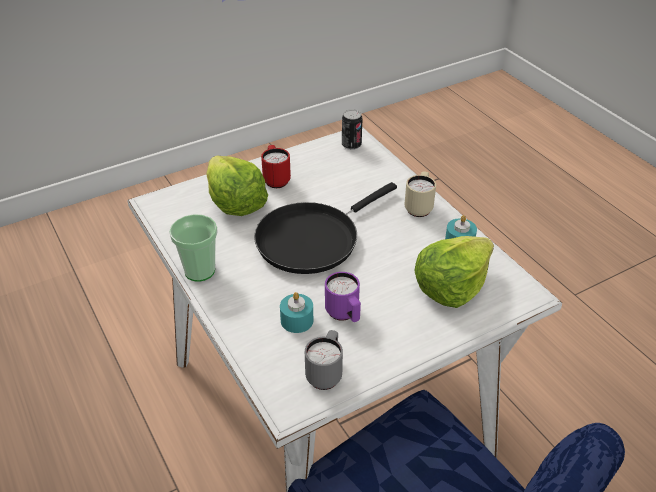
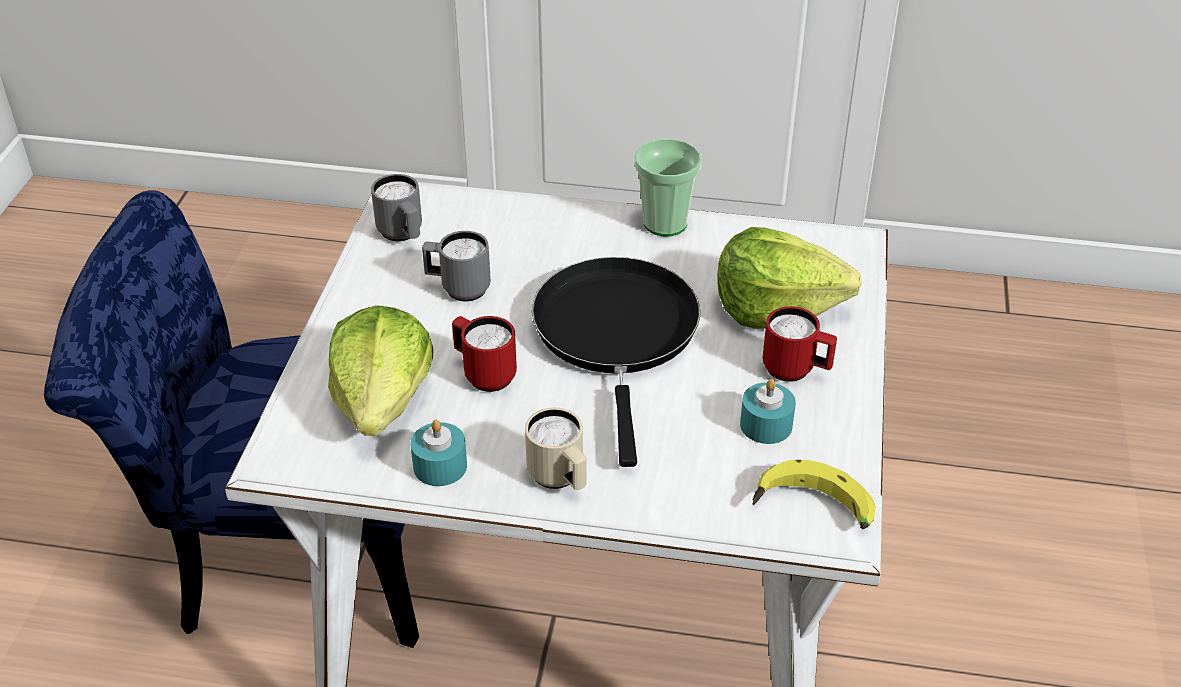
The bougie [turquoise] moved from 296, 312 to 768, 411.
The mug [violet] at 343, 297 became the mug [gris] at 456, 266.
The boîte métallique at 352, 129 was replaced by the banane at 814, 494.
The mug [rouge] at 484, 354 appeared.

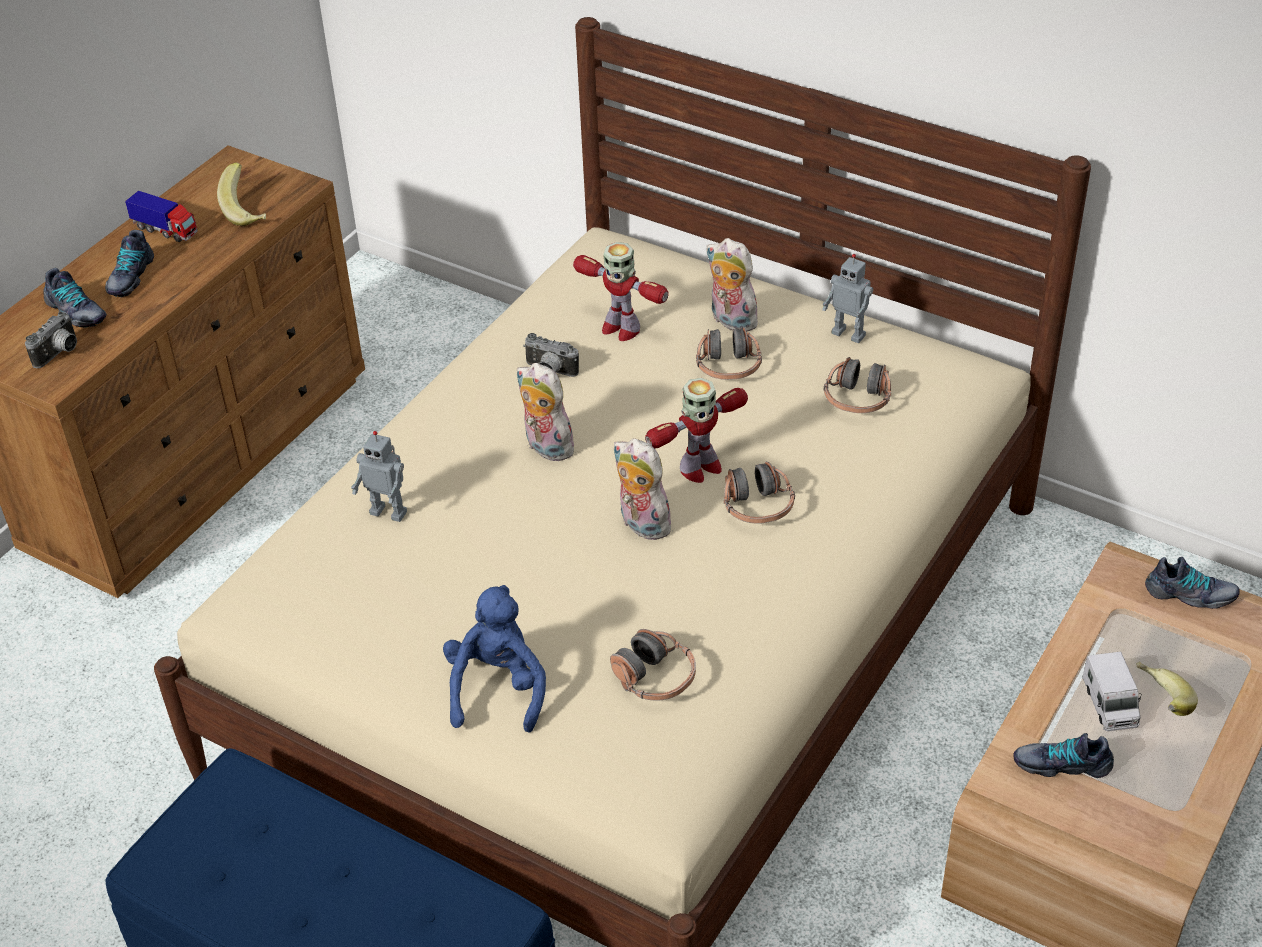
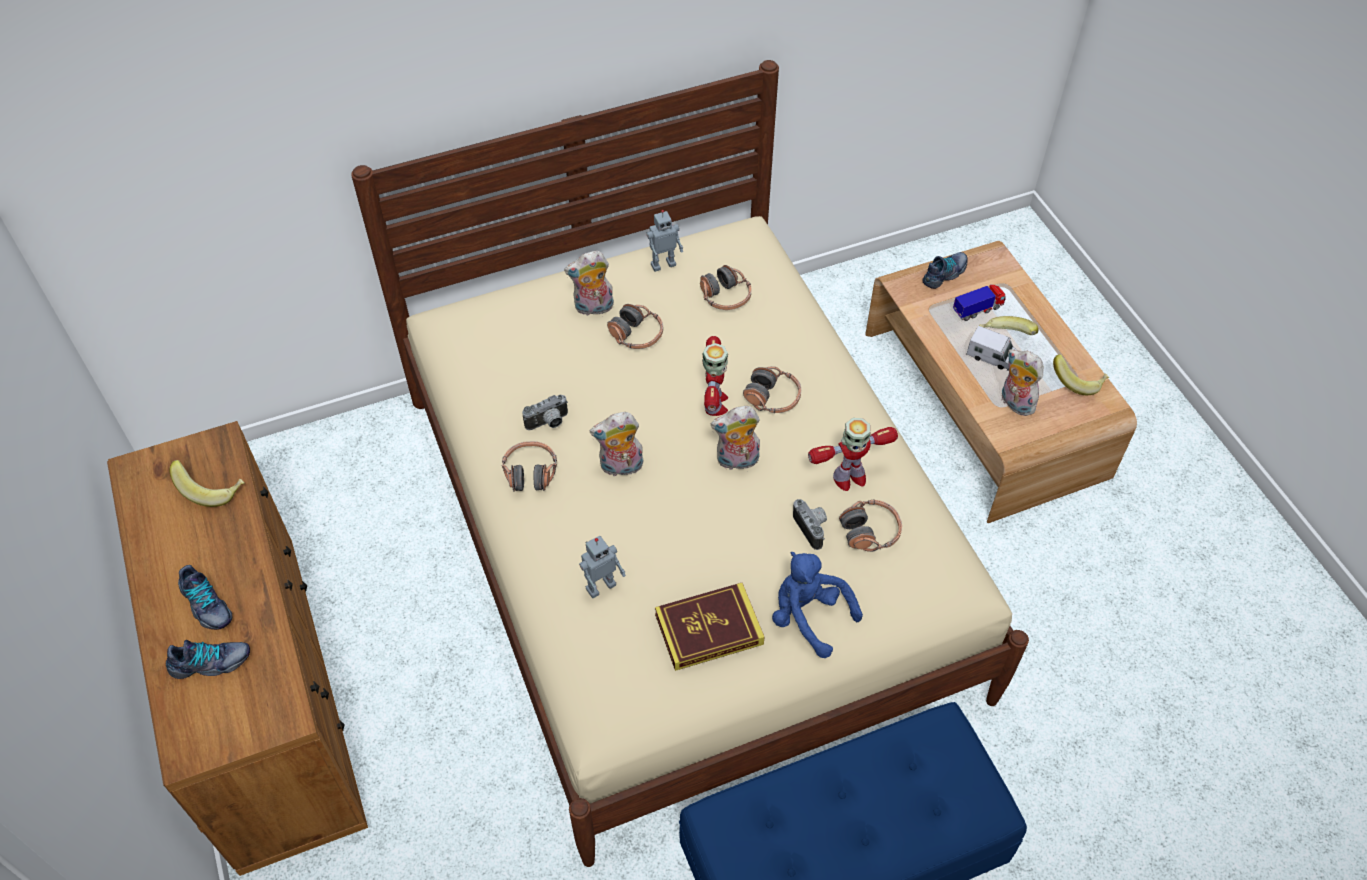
The appareil photo moved from 51, 340 to 810, 524.
The camion jouet moved from 161, 216 to 979, 303.
The robot jouet moved from 621, 291 to 853, 454.
The chaussure at 1063, 755 was replaced by the peluche at 1022, 382.
The casque audio at 529, 466 appeared.
The livre at 709, 627 appeared.
The banane at 1081, 374 appeared.

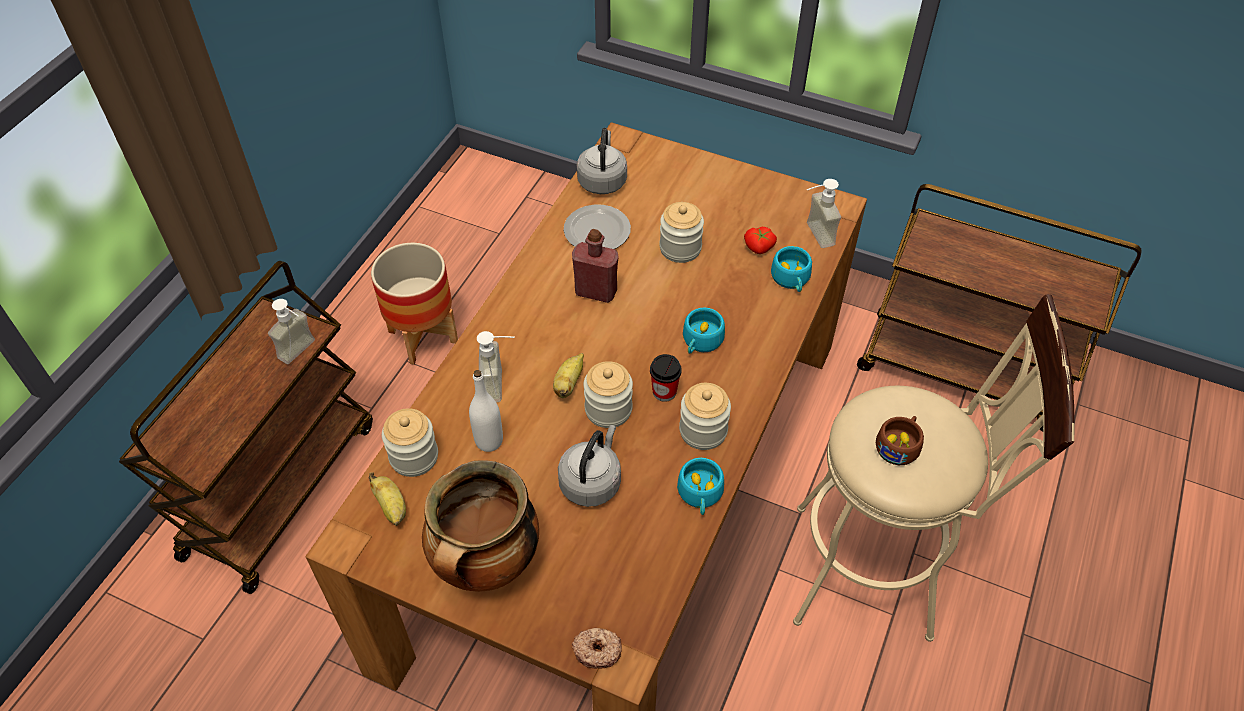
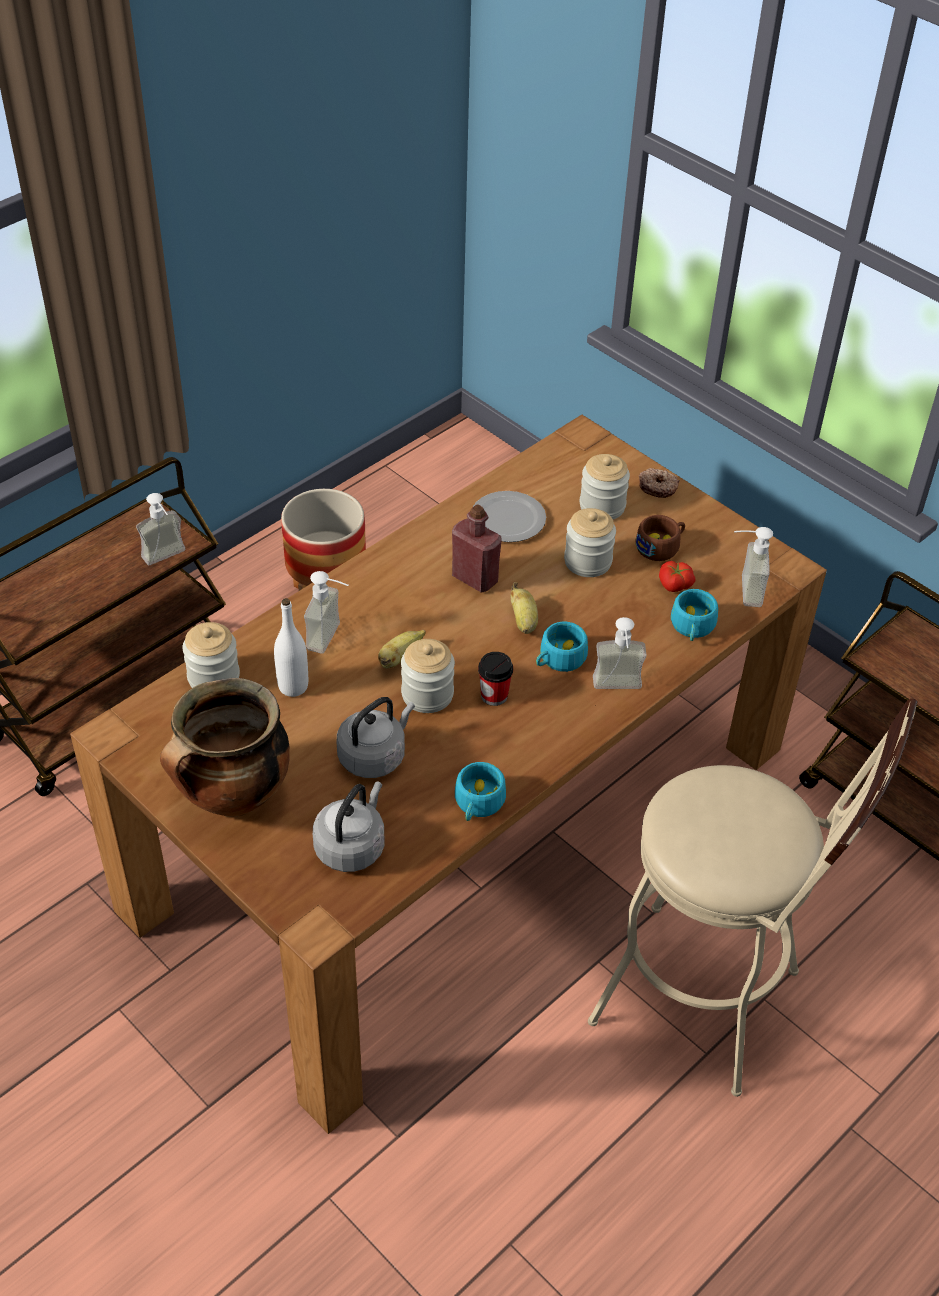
The banane moved from 387, 499 to 524, 608.
The beignet moved from 597, 648 to 658, 483.
The bouilloire [gris] moved from 602, 161 to 348, 827.
The bocal moved from 705, 416 to 605, 486.
The tasse [marron] moved from 900, 440 to 660, 538.
The distributeur de savon at 620, 653 appeared.

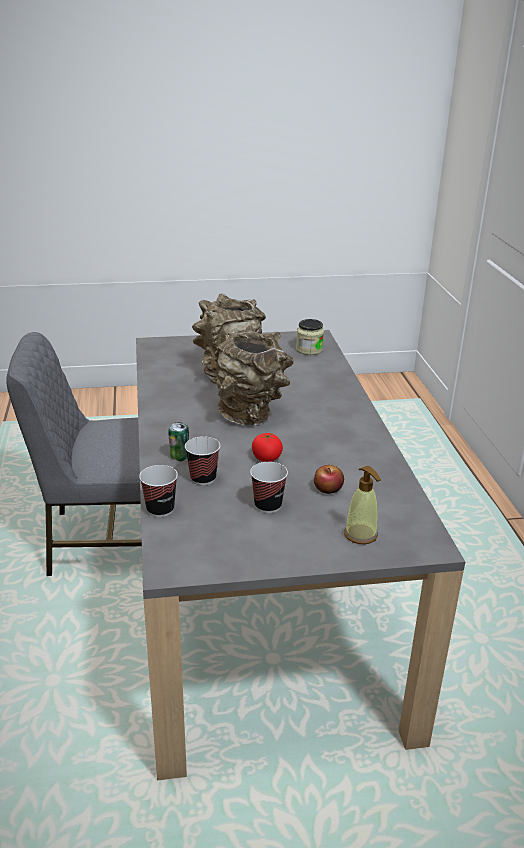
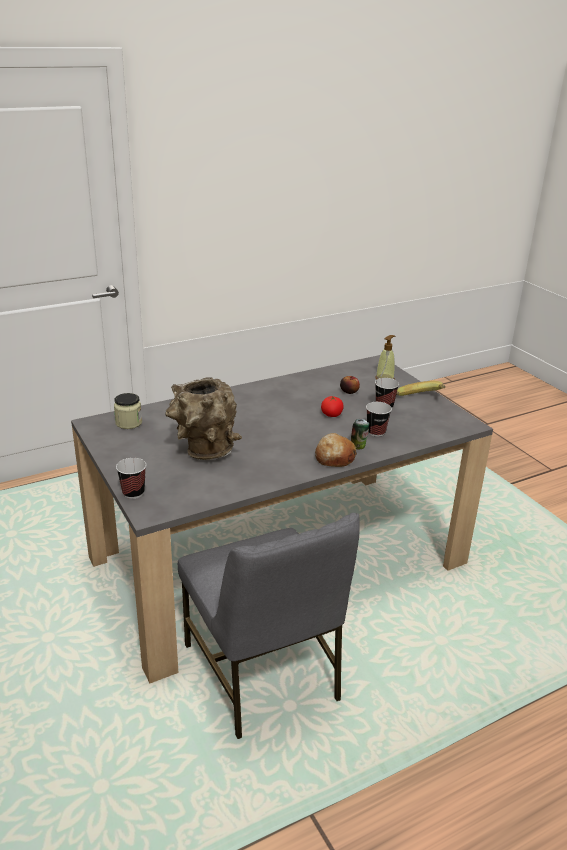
The tasse moved from 158, 491 to 131, 478.
The vase [marron] at 252, 375 disappeared.
The pain at 336, 450 appeared.
The banane at 421, 388 appeared.

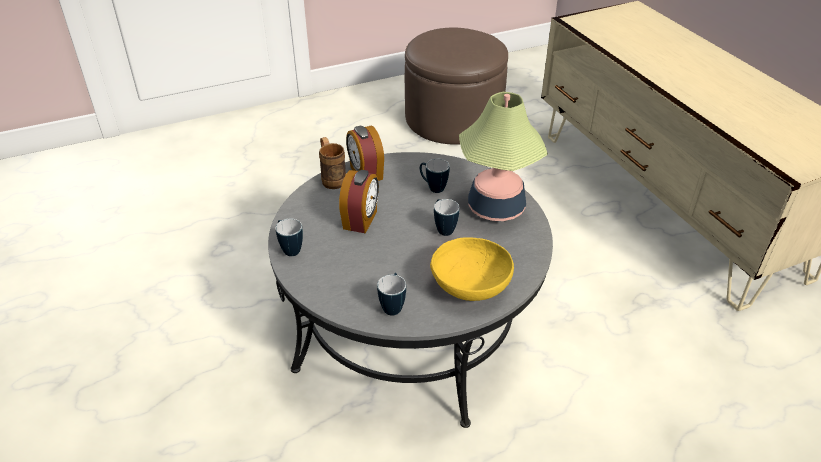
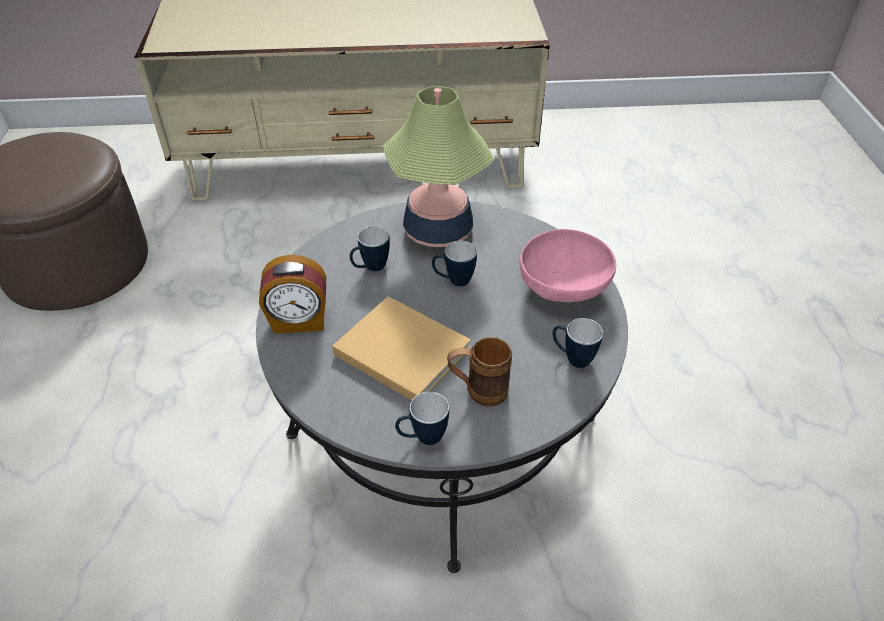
The mug [marron] moved from 332, 163 to 479, 372.
The réveil at 359, 202 was replaced by the livre [beige] at 401, 348.
The bol [jaune] at 472, 269 became the bol [rose] at 568, 265.

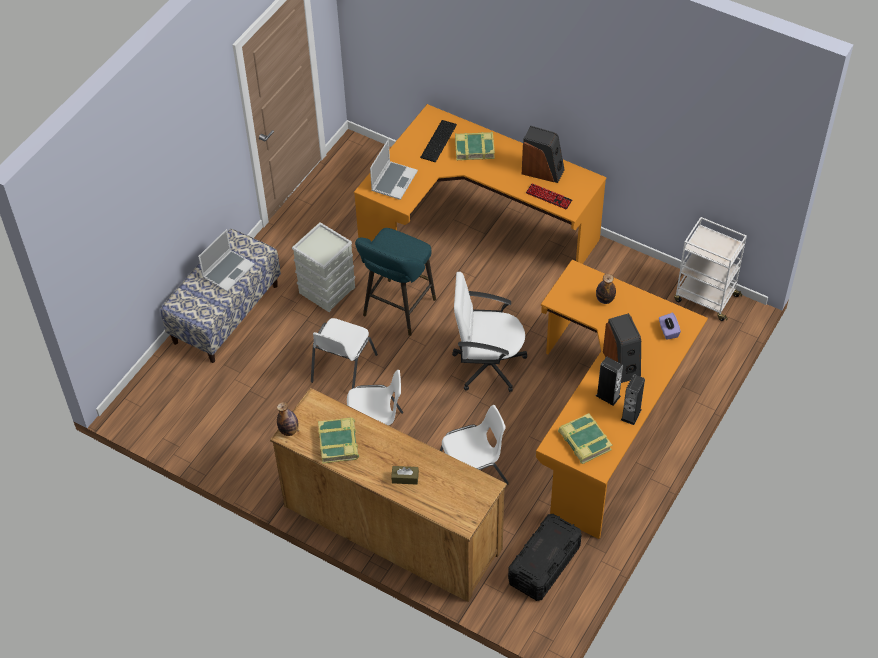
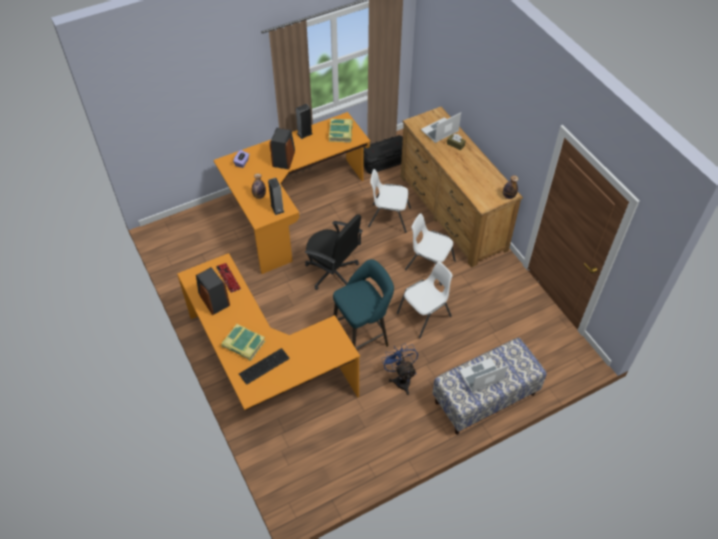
The boîte de rangement [gris] at 323, 267 was replaced by the ventilateur [bleu] at 400, 369.
The livre at 338, 440 disappeared.
The ordinateur portable moved from 394, 169 to 441, 127.
The chaise de bureau [blanc] at 489, 332 became the chaise de bureau [noir] at 333, 252.
The enceinte moved from 609, 381 to 276, 196.
The chariot [blanc] at 710, 269 disappeared.

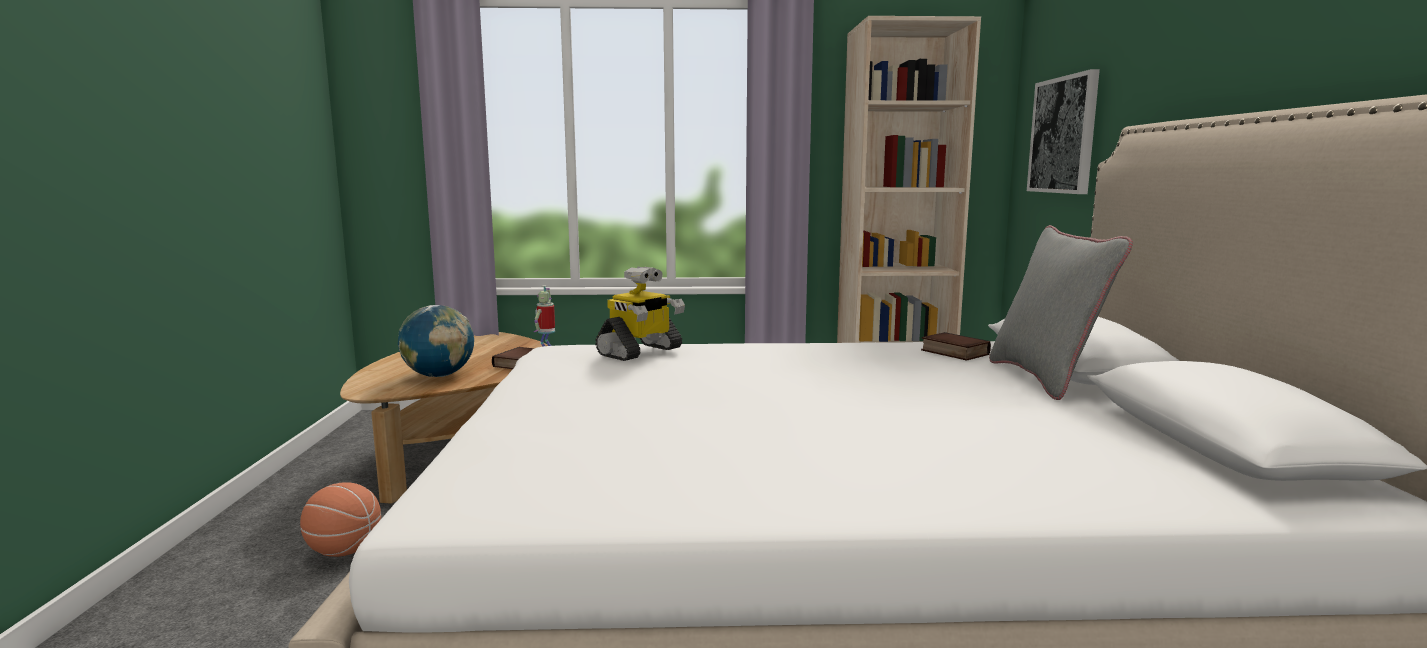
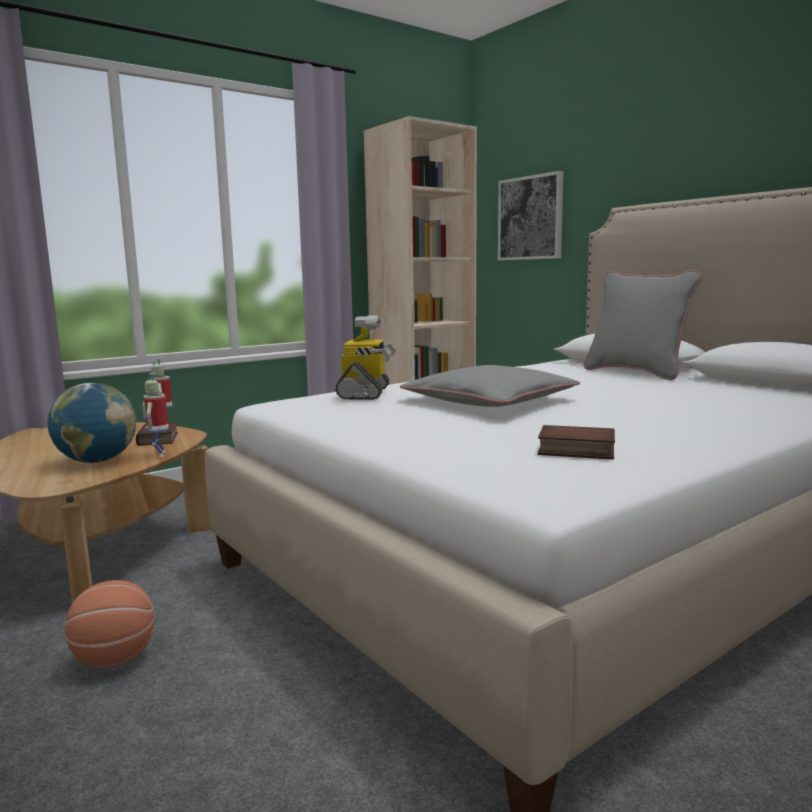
The livre moved from 956, 346 to 576, 442.
The robot jouet at 155, 415 appeared.
The coussin [gris] at 490, 386 appeared.

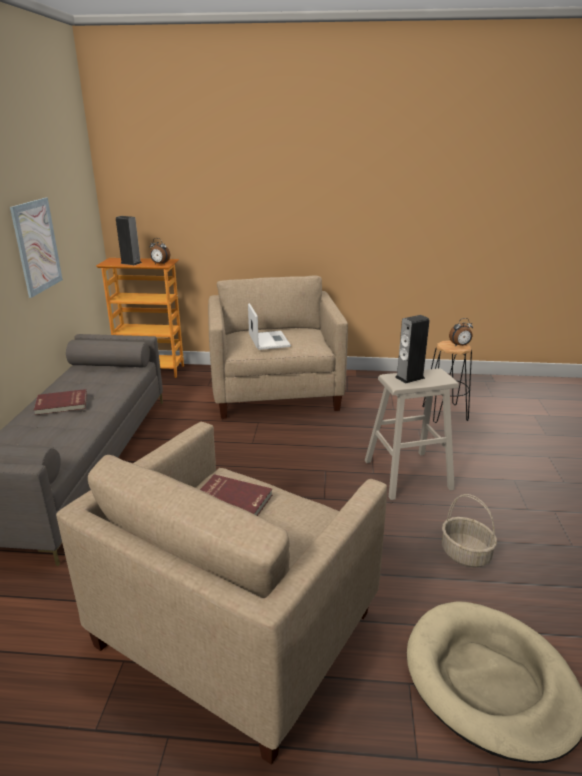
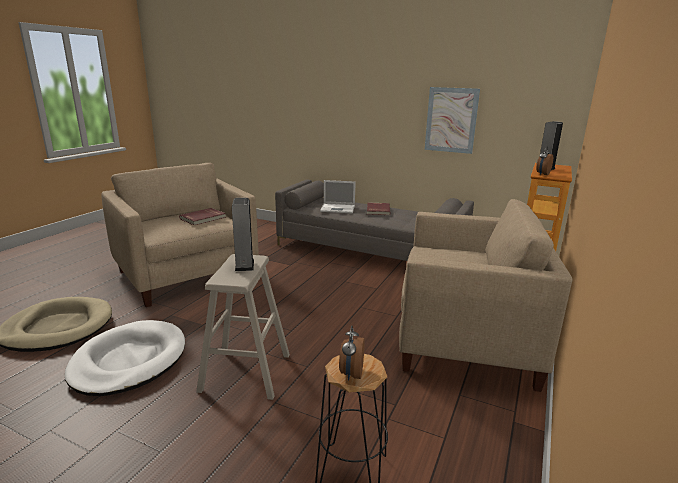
The ordinateur portable moved from 269, 326 to 338, 196.
The panier at 469, 531 was replaced by the panier pour chien [blanc] at 125, 358.

